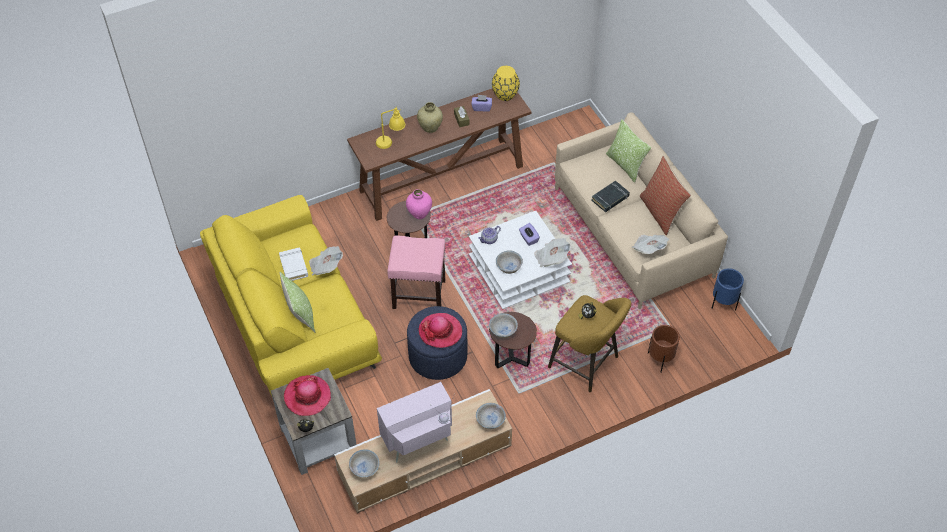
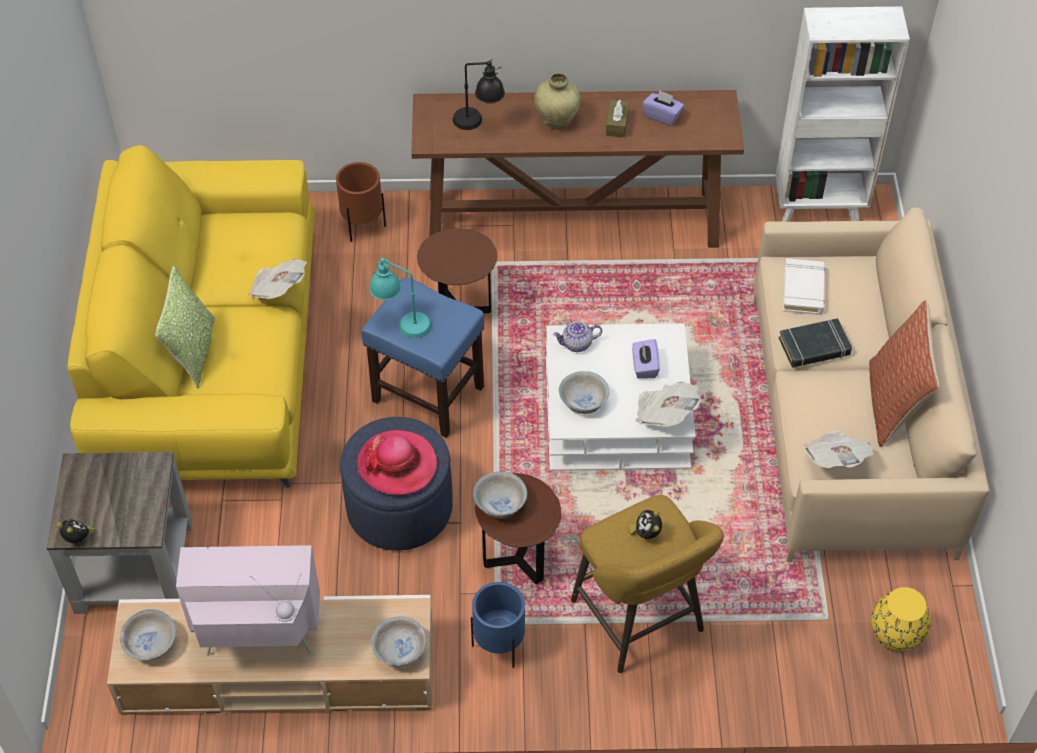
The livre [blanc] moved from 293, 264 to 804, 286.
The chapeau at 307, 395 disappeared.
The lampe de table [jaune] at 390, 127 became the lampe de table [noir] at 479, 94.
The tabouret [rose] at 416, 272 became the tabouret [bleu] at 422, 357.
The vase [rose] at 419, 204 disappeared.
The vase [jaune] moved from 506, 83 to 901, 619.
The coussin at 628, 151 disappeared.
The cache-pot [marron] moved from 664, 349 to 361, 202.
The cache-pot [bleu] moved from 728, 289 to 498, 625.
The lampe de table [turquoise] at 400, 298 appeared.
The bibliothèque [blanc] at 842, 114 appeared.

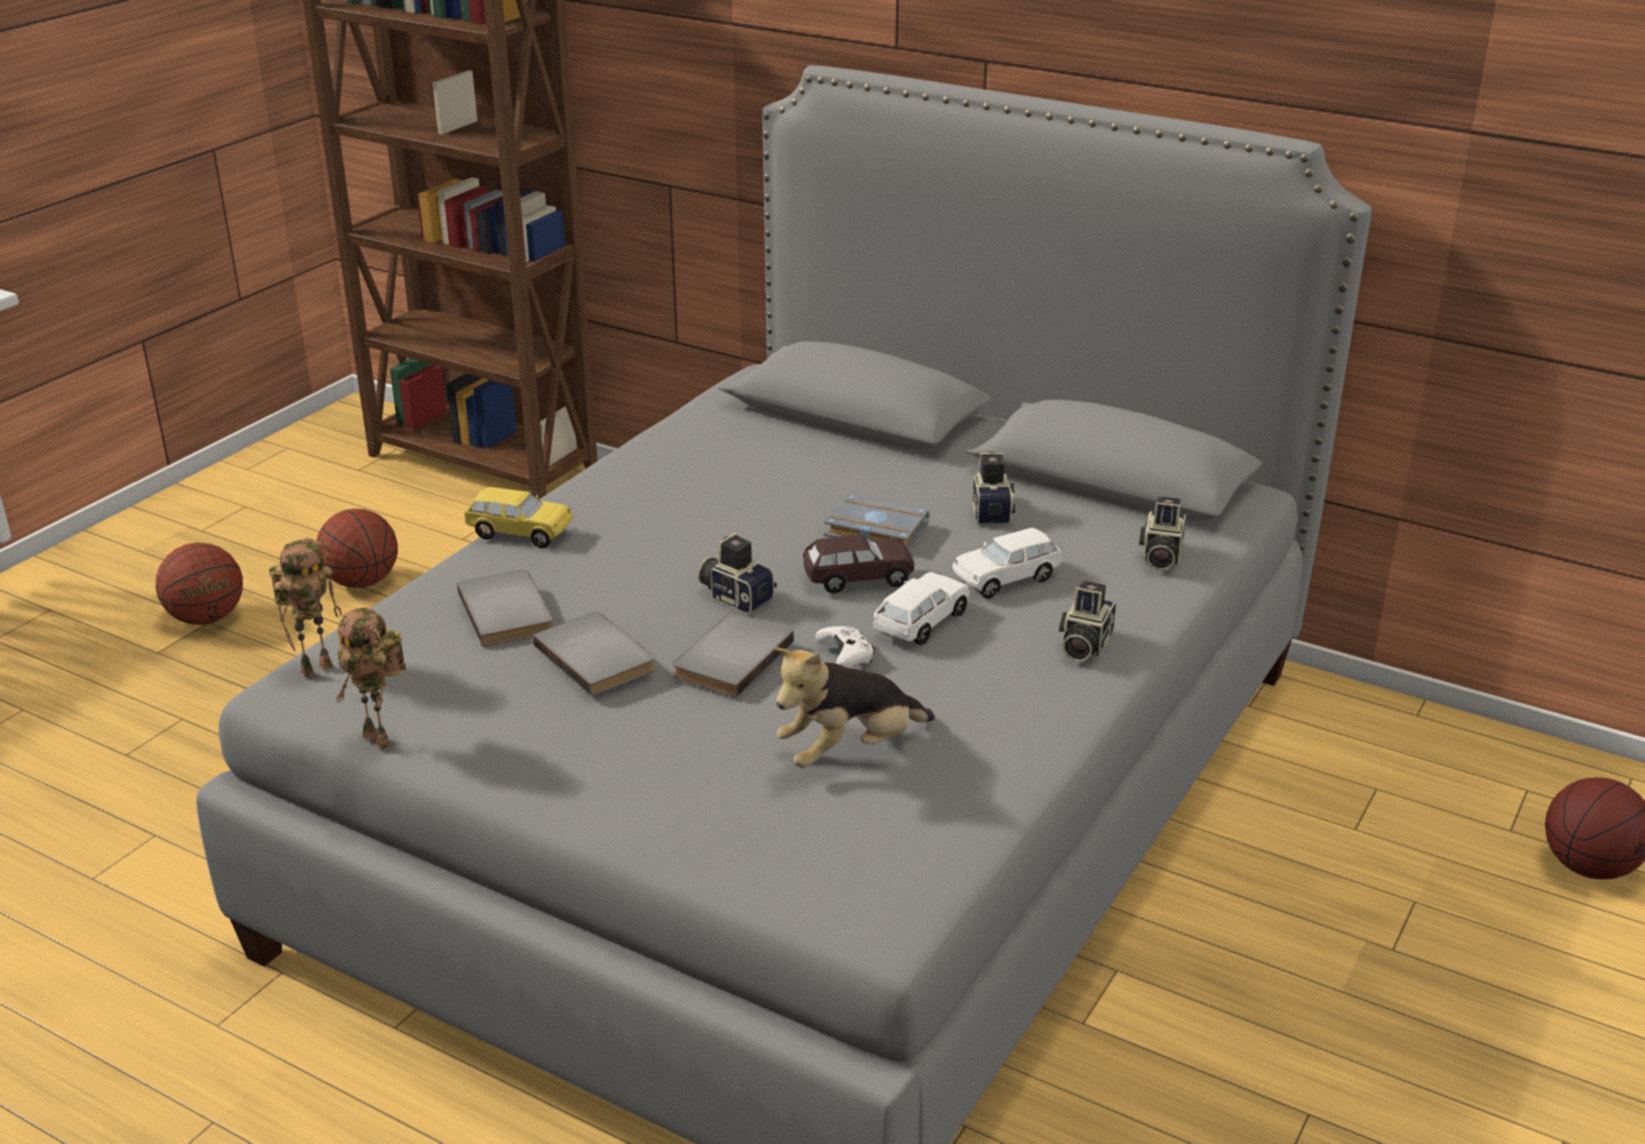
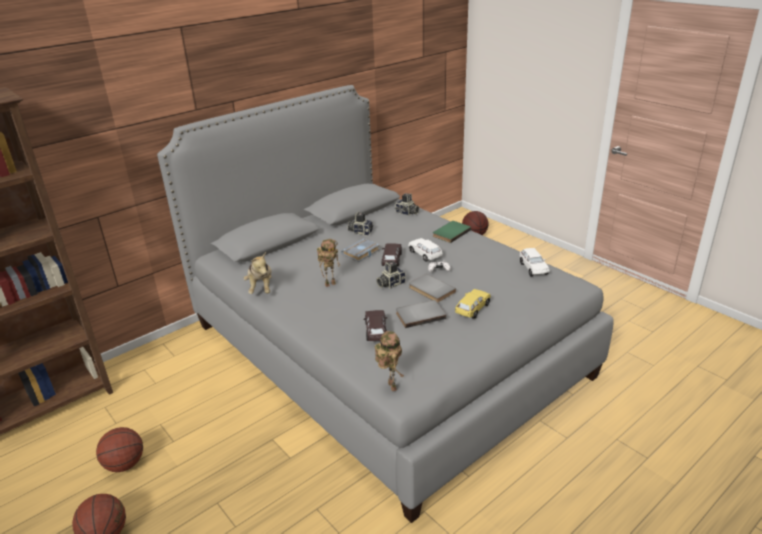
The robot jouet moved from 371, 679 to 328, 263.
The livre [gris] at 505, 608 was replaced by the petite voiture [marron] at 375, 325.
The petite voiture [jaune] moved from 518, 517 to 473, 304.
The peluche moved from 854, 707 to 257, 273.
The petite voiture [blanc] moved from 1007, 563 to 534, 262.
The appareil photo at 1087, 621 was replaced by the livre [vert] at 452, 232.

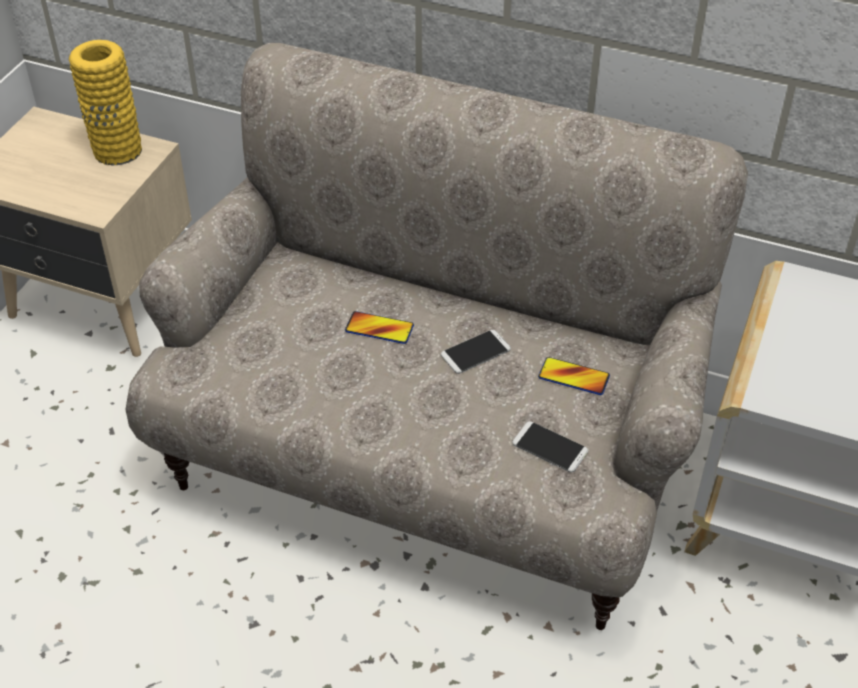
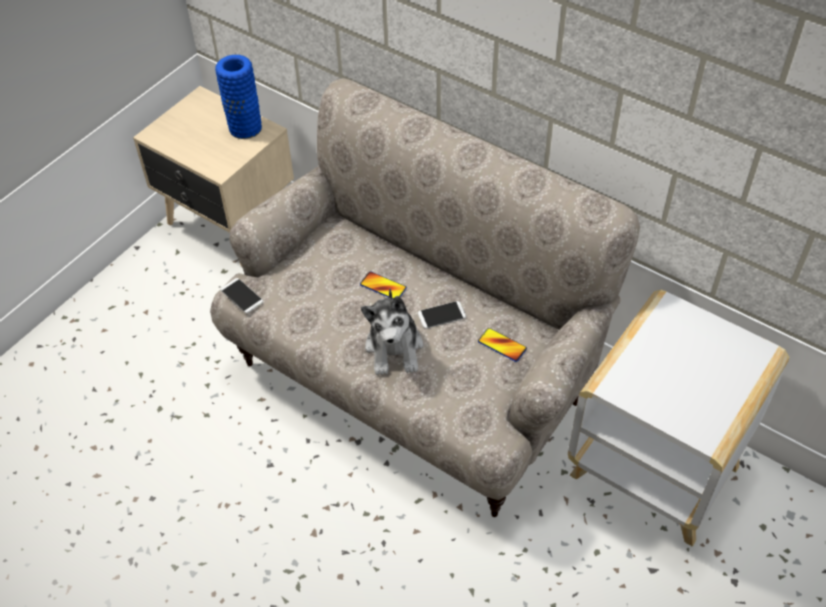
The vase [jaune] at 105, 102 became the vase [bleu] at 238, 97.
The téléphone moved from 550, 447 to 242, 295.
The peluche at 392, 331 appeared.

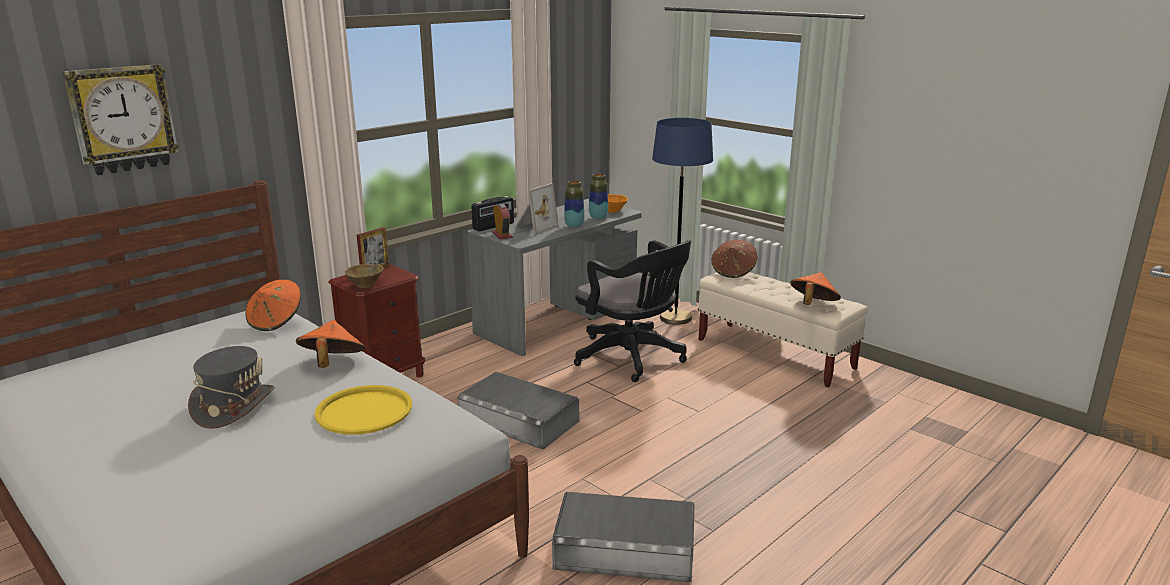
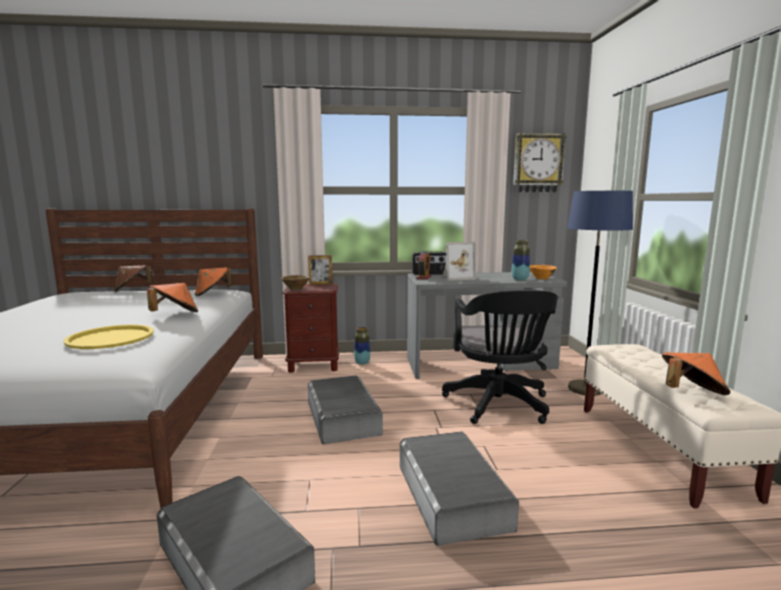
The horloge murale moved from 121, 120 to 540, 162.
The chapeau [gris] at 231, 387 disappeared.
The vase moved from 574, 204 to 362, 346.
The chapeau [marron] moved from 734, 259 to 133, 278.
The boîte de rangement [gris] at 459, 488 appeared.

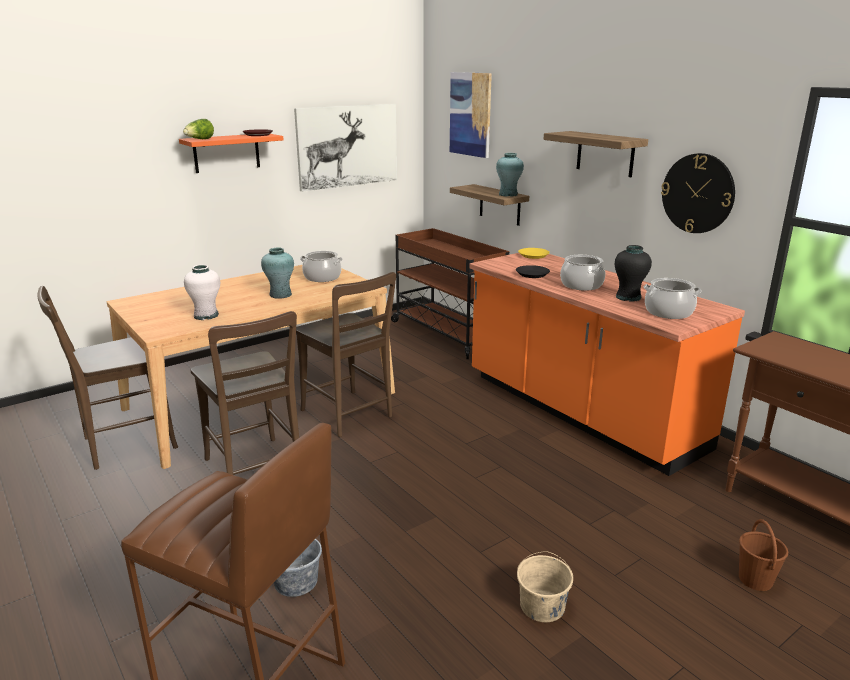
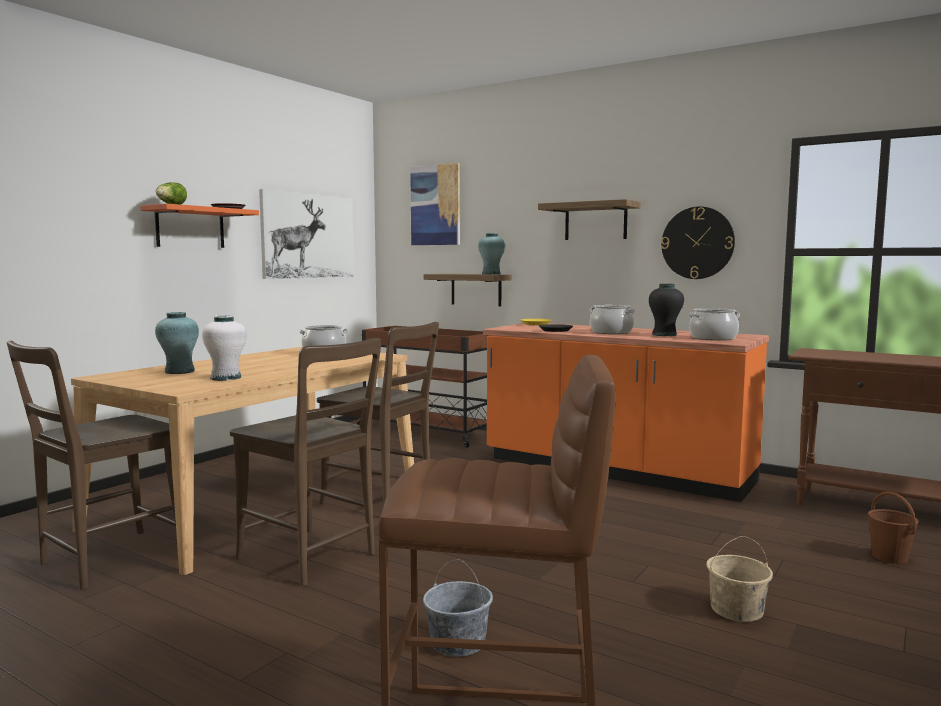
The vase [turquoise] moved from 277, 273 to 177, 343.

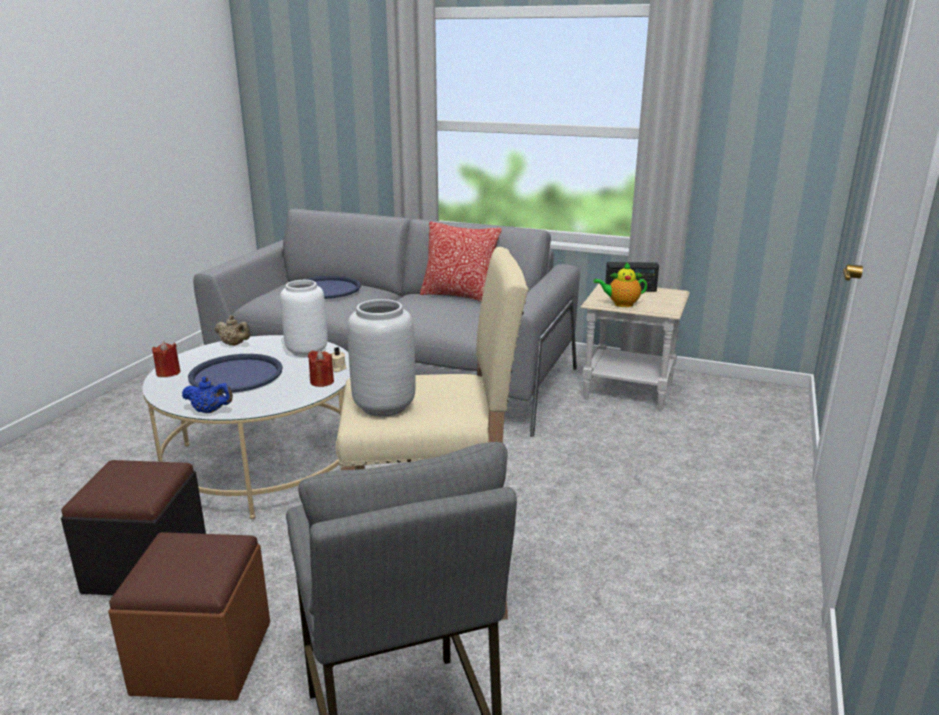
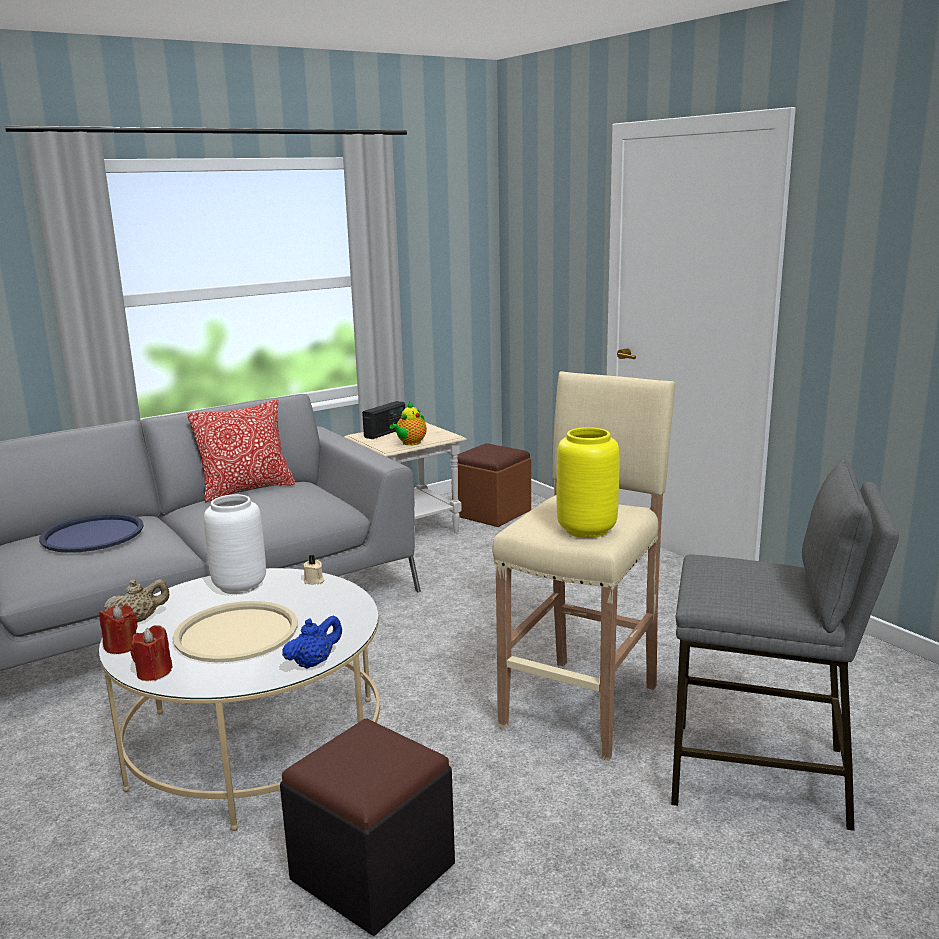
The pouf [marron] moved from 189, 616 to 491, 485.
The plateau [bleu] at 235, 373 became the plateau [beige] at 235, 631.
The bougie [rouge] moved from 321, 368 to 118, 629.
The vase [gris] at 381, 358 became the vase [jaune] at 588, 482.

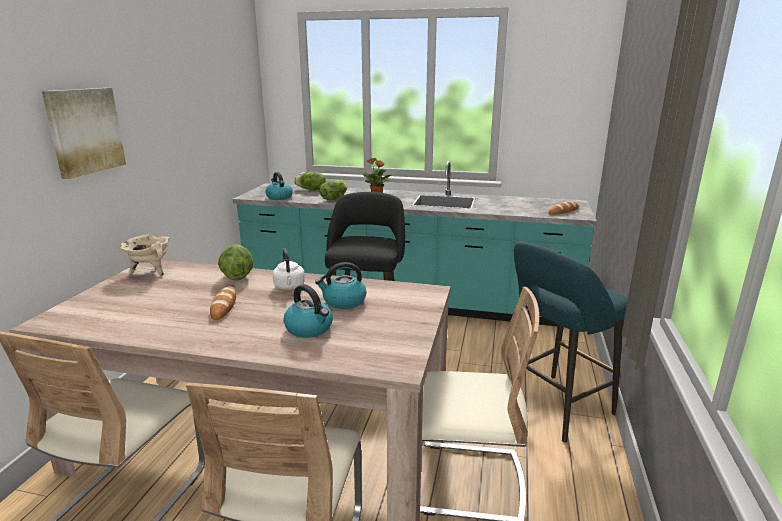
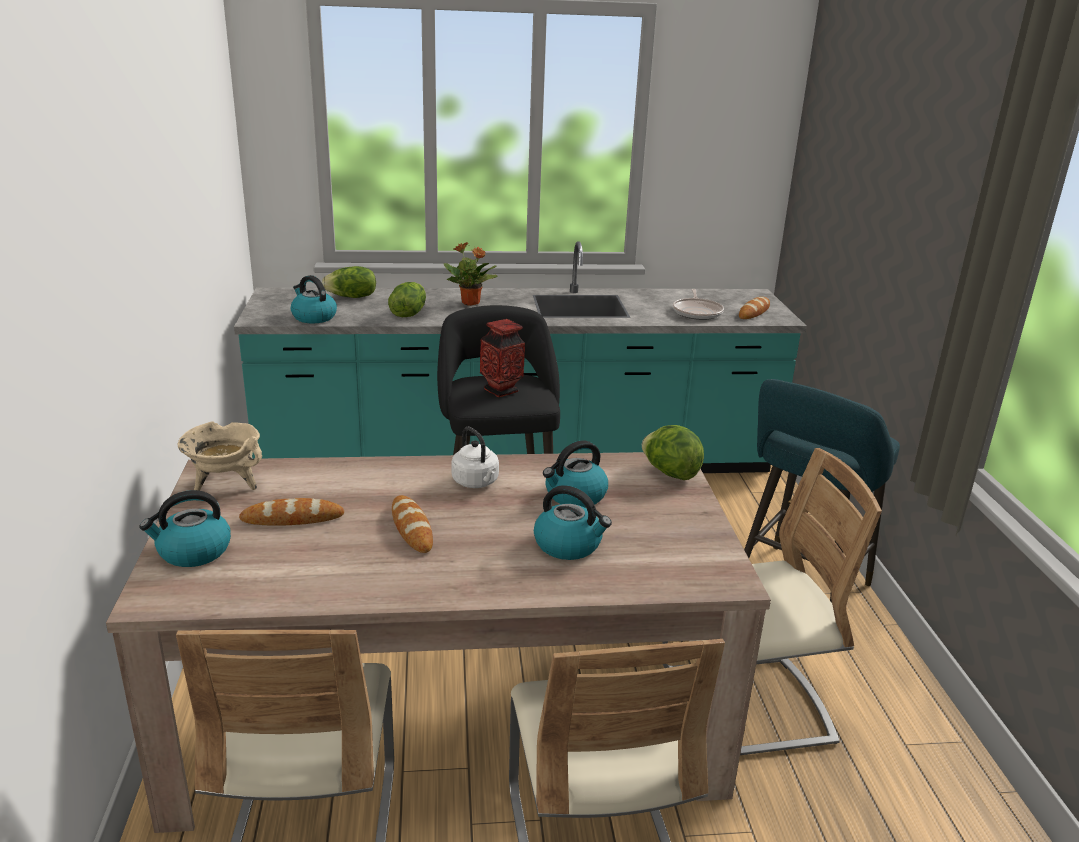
The tableau at 84, 133 disappeared.
The laitue moved from 235, 262 to 673, 452.
The bouilloire at 185, 528 appeared.
The pain at 291, 512 appeared.
The vase at 502, 358 appeared.
The poêle at 698, 304 appeared.

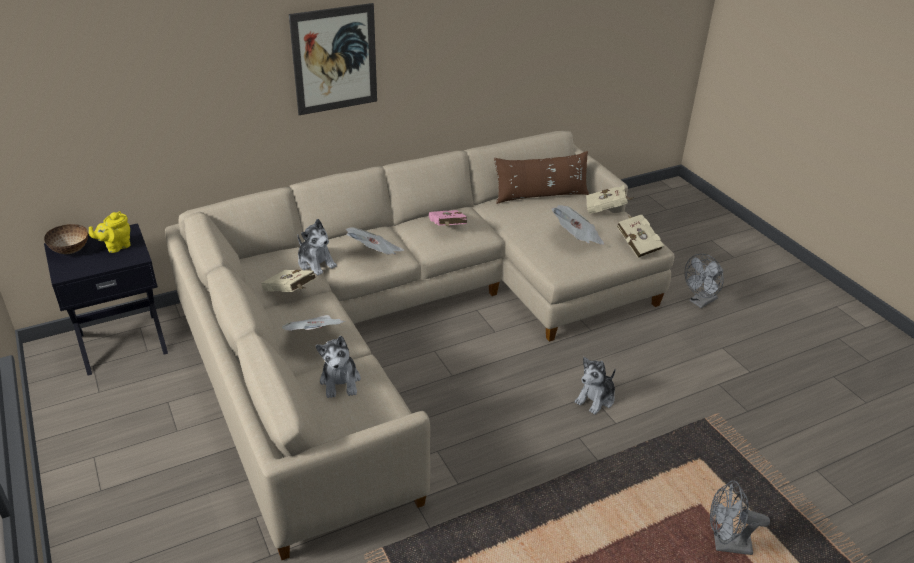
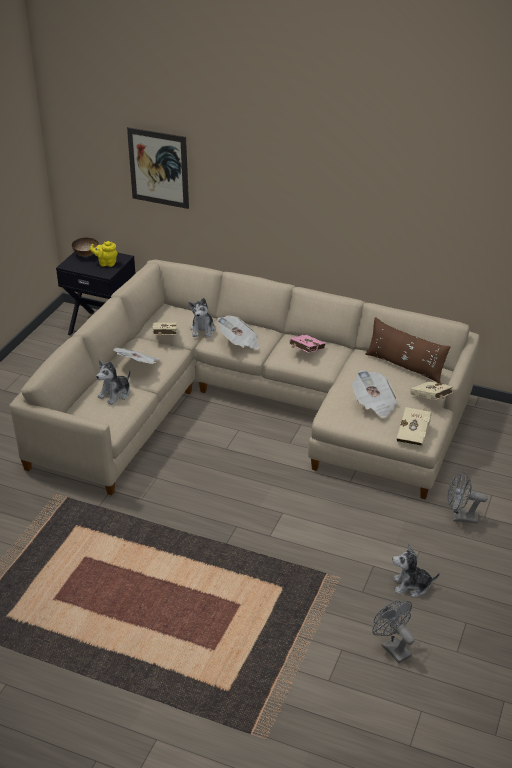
The tableau moved from 333, 59 to 158, 168.
The peluche moved from 595, 386 to 416, 570.
The ventilateur [gris] moved from 740, 518 to 393, 632.

